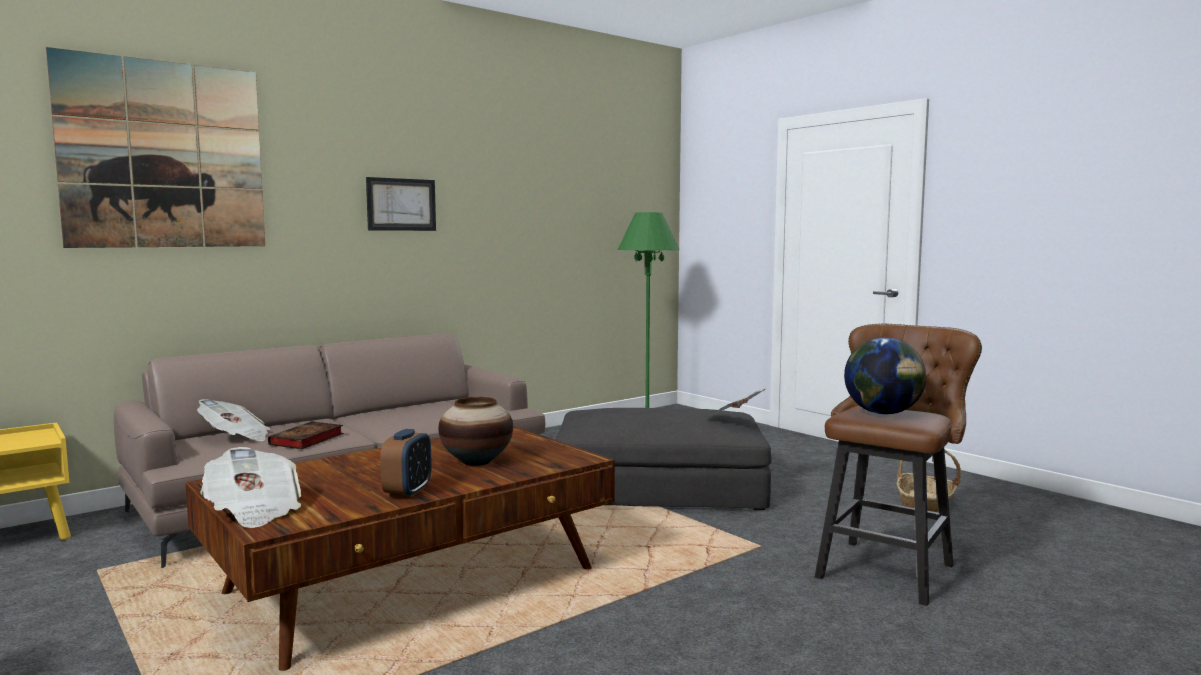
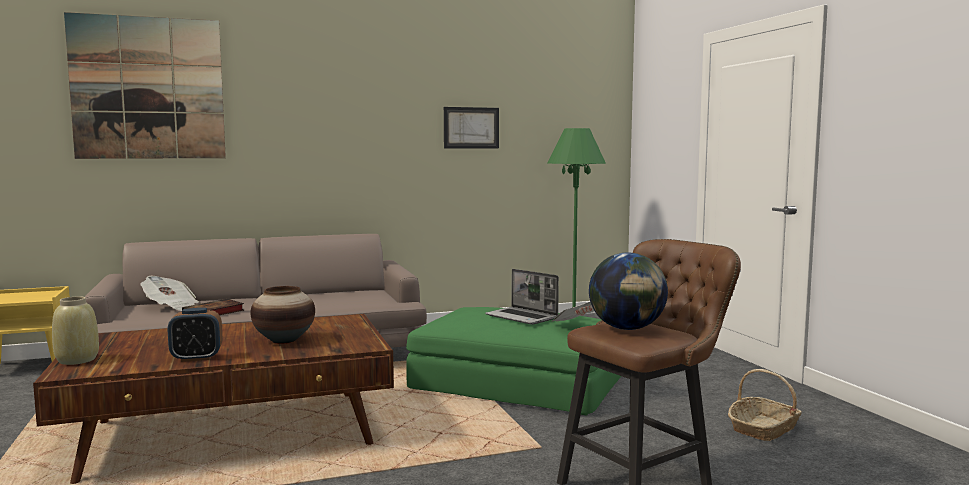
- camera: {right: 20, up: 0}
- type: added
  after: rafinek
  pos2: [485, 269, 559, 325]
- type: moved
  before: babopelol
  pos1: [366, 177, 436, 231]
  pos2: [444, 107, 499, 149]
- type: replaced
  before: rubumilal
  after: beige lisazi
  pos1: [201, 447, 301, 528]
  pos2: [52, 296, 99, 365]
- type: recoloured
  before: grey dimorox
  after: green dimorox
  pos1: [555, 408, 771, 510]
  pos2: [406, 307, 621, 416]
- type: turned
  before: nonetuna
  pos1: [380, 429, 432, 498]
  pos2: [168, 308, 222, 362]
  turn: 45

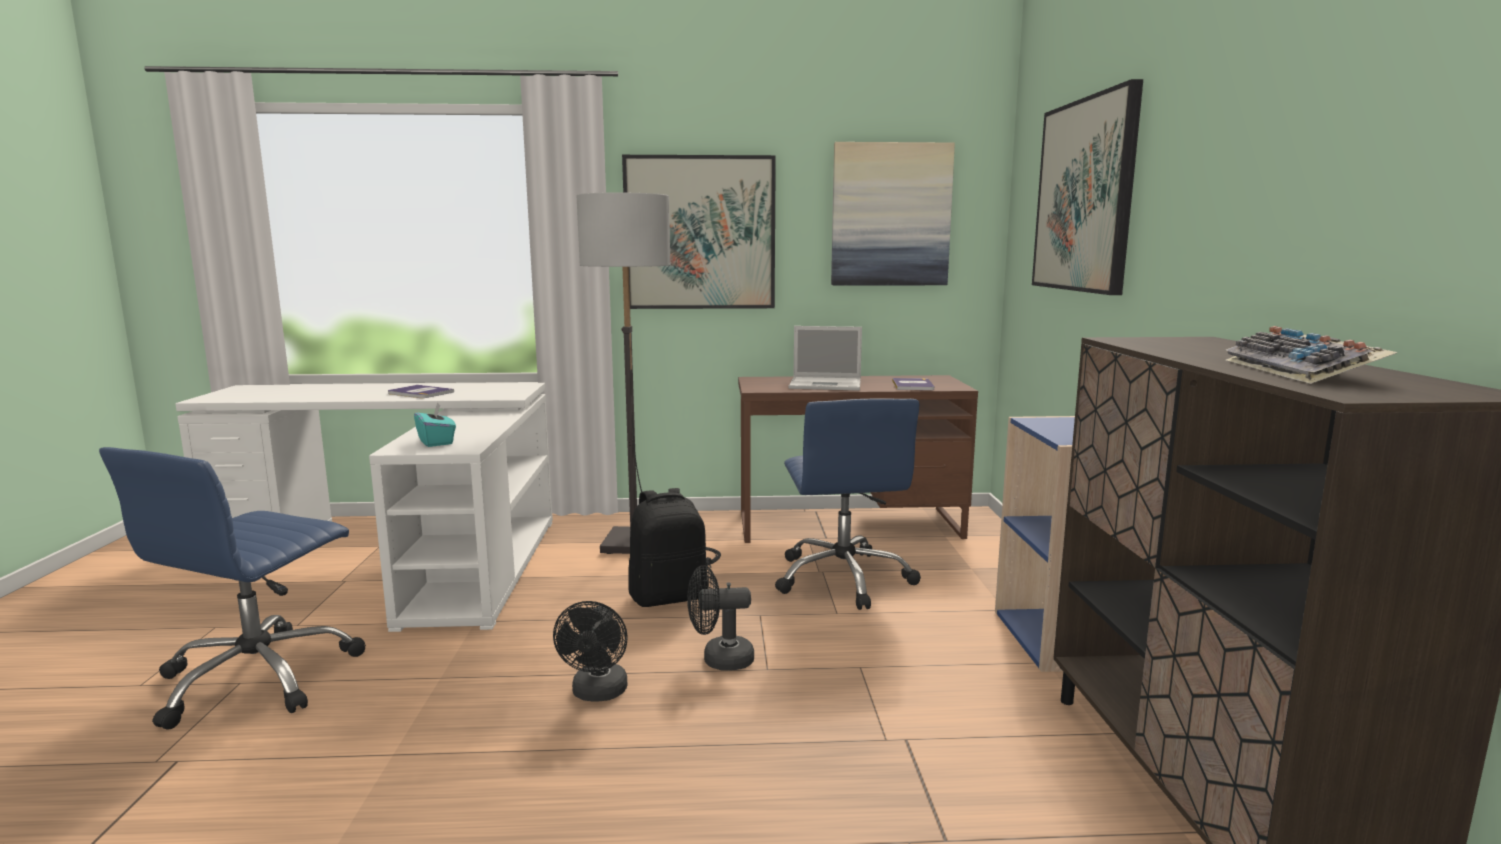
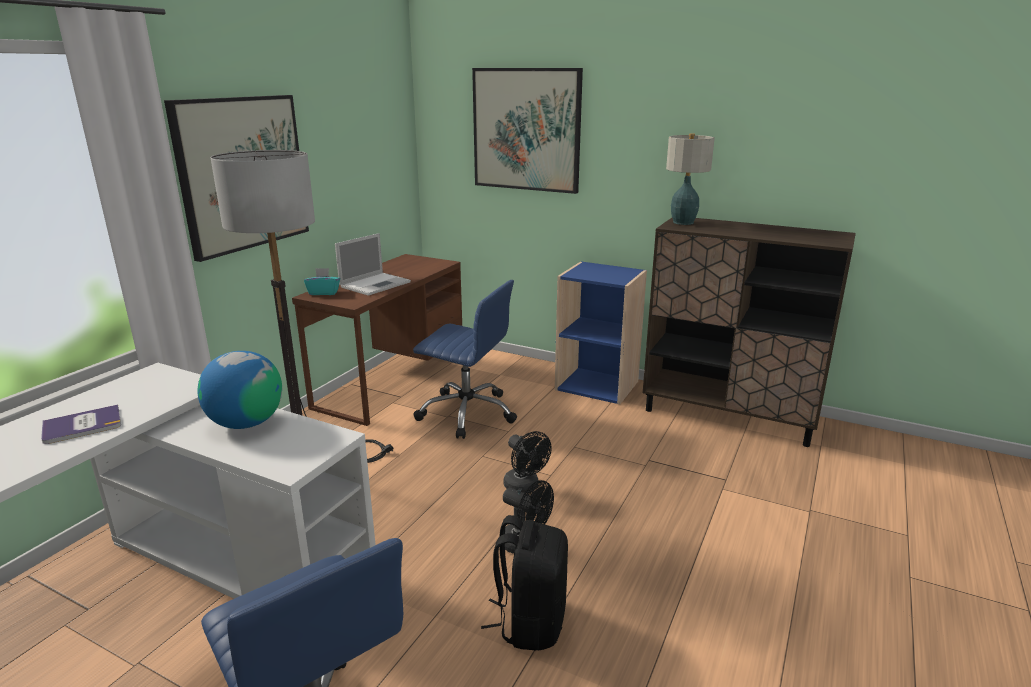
- camera: {right: -60, up: 10}
- type: removed
  before: babopelol
  pos1: [831, 142, 955, 286]
- type: removed
  before: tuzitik
  pos1: [892, 378, 934, 390]
- type: removed
  before: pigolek
  pos1: [1226, 326, 1397, 384]
- type: added
  after: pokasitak
  pos2: [198, 351, 282, 429]
- type: added
  after: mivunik
  pos2: [666, 133, 715, 225]
- type: moved
  before: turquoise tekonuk
  pos1: [414, 402, 456, 447]
  pos2: [304, 268, 340, 295]
- type: moved
  before: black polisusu
  pos1: [628, 488, 708, 607]
  pos2: [481, 515, 568, 650]
- type: turned
  before: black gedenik
  pos1: [687, 565, 754, 671]
  pos2: [504, 431, 552, 493]
  turn: -60

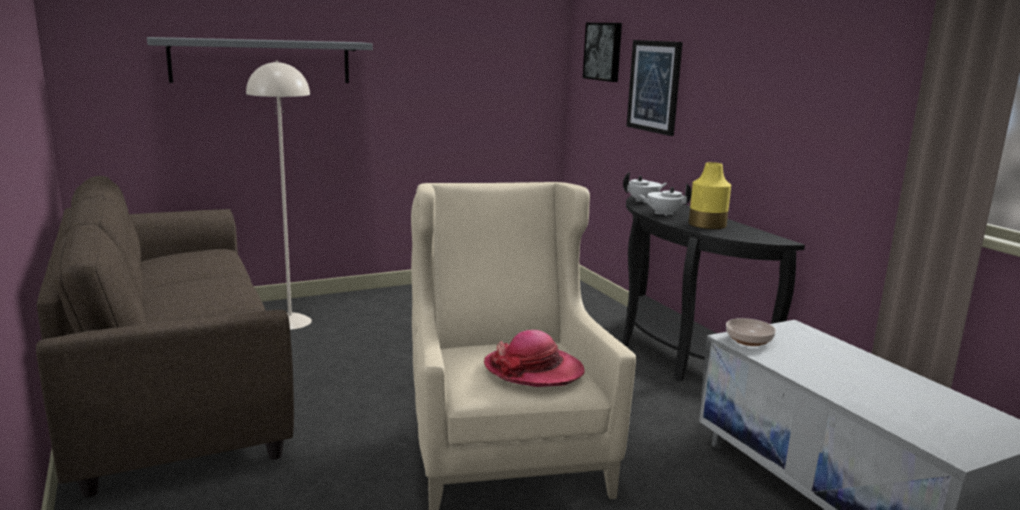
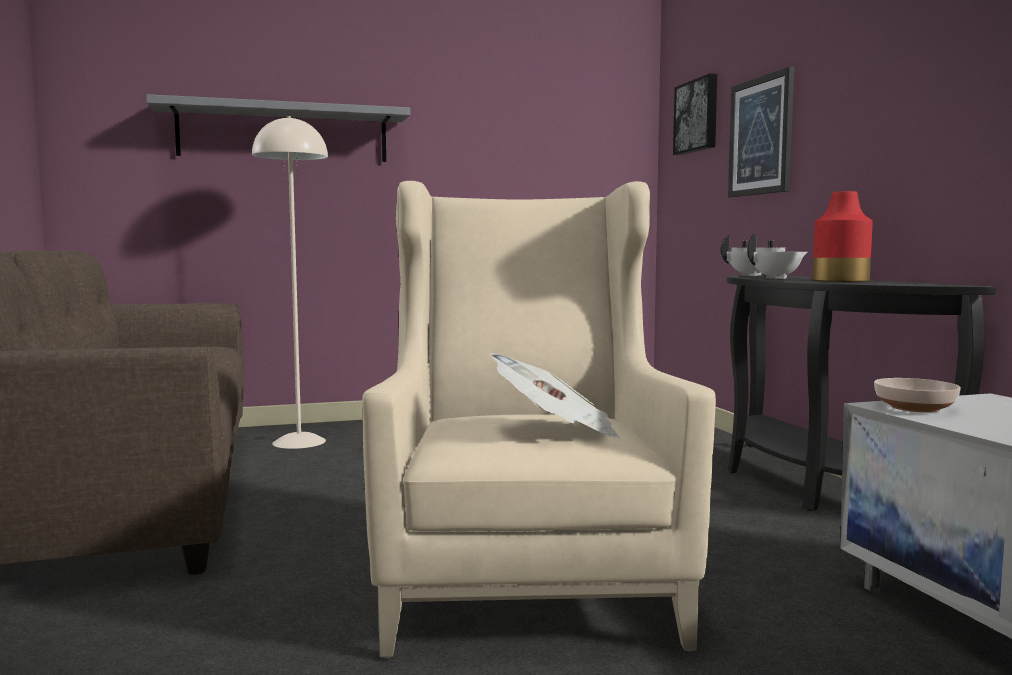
- camera: {right: 10, up: -10}
- type: replaced
  before: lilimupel
  after: rubumilal
  pos1: [484, 330, 585, 387]
  pos2: [489, 353, 620, 438]
- type: recoloured
  before: yellow lisazi
  after: red lisazi
  pos1: [689, 162, 731, 229]
  pos2: [812, 191, 873, 282]
- type: turned
  before: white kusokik
  pos1: [638, 183, 692, 216]
  pos2: [747, 233, 808, 279]
  turn: 150

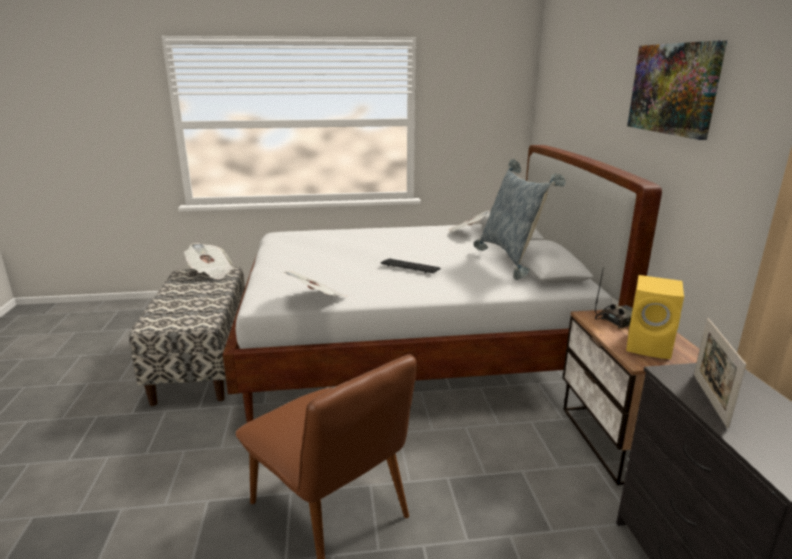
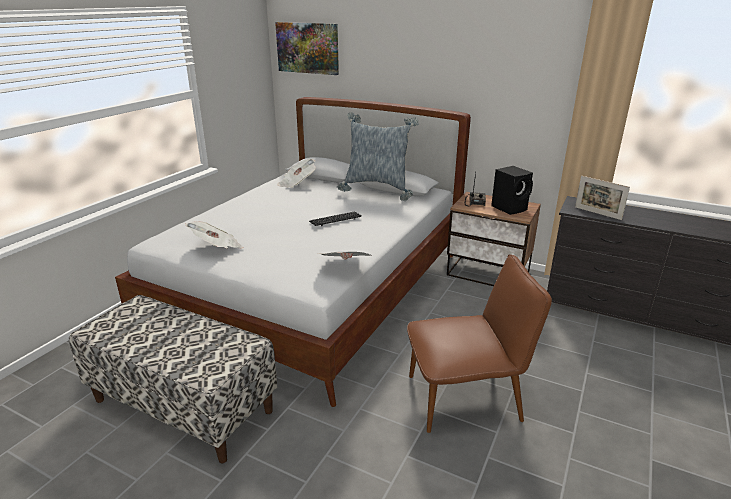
- camera: {right: -55, up: 5}
- type: moved
  before: rubumilal
  pos1: [184, 243, 234, 279]
  pos2: [185, 222, 244, 248]
- type: moved
  before: babopelol
  pos1: [627, 40, 727, 140]
  pos2: [275, 22, 339, 75]
- type: recoloured
  before: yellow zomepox
  after: black zomepox
  pos1: [626, 275, 684, 359]
  pos2: [491, 166, 533, 215]

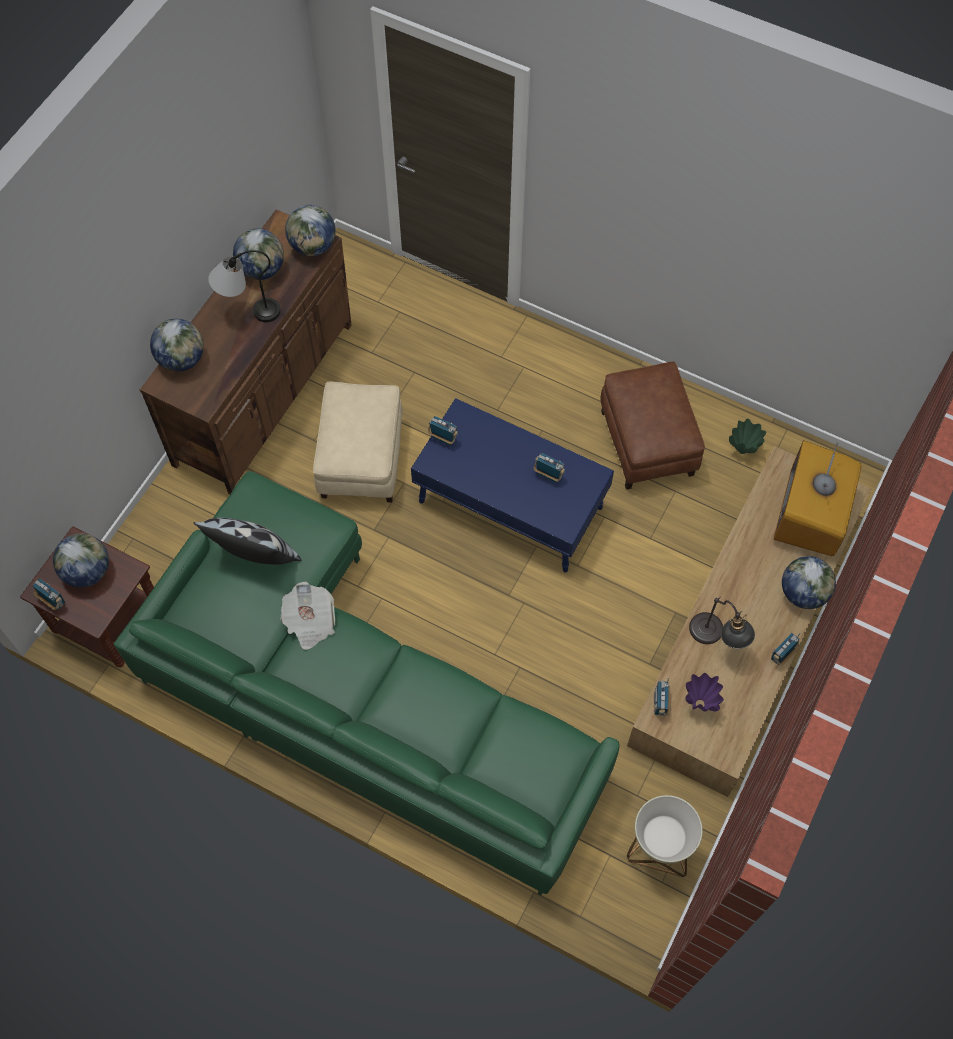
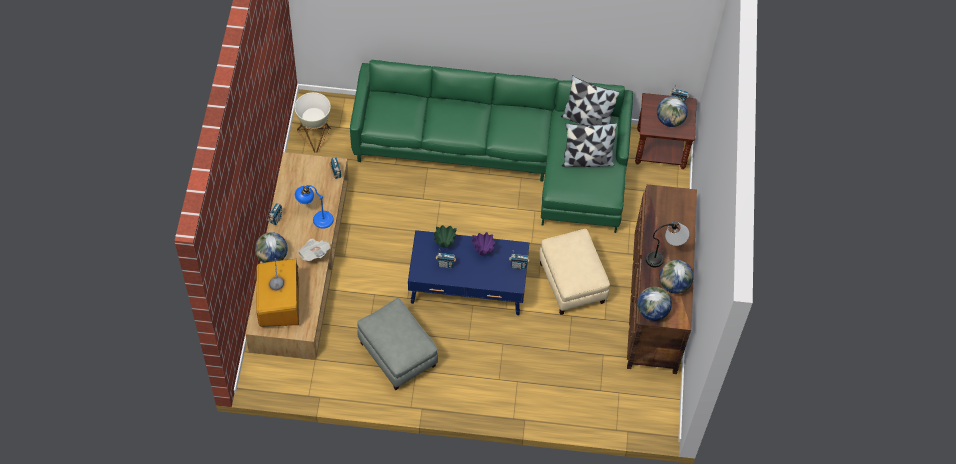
- camera: {right: 155, up: -5}
- type: removed
  before: pokasitak
  pos1: [150, 319, 204, 372]
- type: added
  after: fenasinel
  pos2: [561, 75, 620, 125]
- type: moved
  before: rubumilal
  pos1: [280, 582, 335, 650]
  pos2: [298, 239, 331, 261]
- type: moved
  before: purple lisazi
  pos1: [686, 673, 724, 712]
  pos2: [472, 232, 496, 255]
- type: moved
  before: green lisazi
  pos1: [729, 419, 767, 454]
  pos2: [434, 225, 457, 248]
- type: recoloured
  before: brown dimorox
  after: grey dimorox
  pos1: [600, 362, 705, 490]
  pos2: [357, 298, 438, 390]
- type: recoloured
  before: grey mivunik
  after: blue mivunik
  pos1: [689, 597, 755, 649]
  pos2: [295, 185, 334, 229]

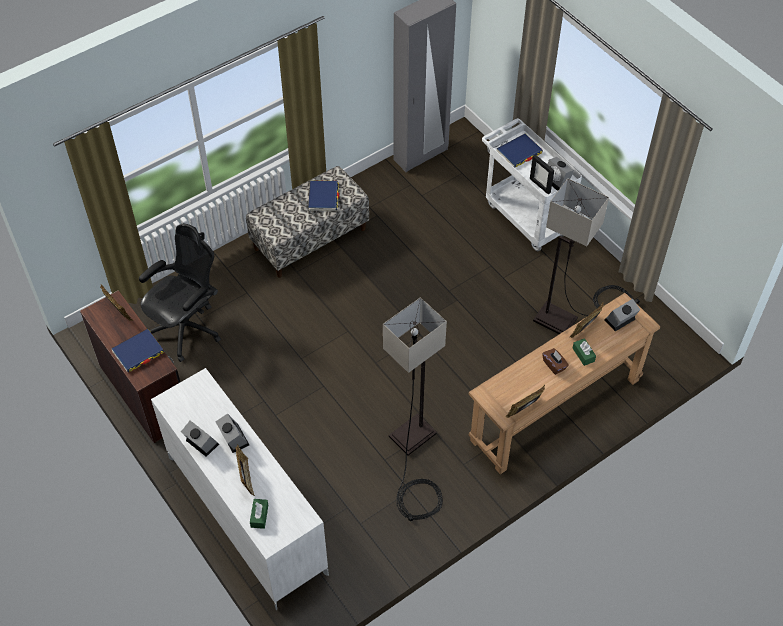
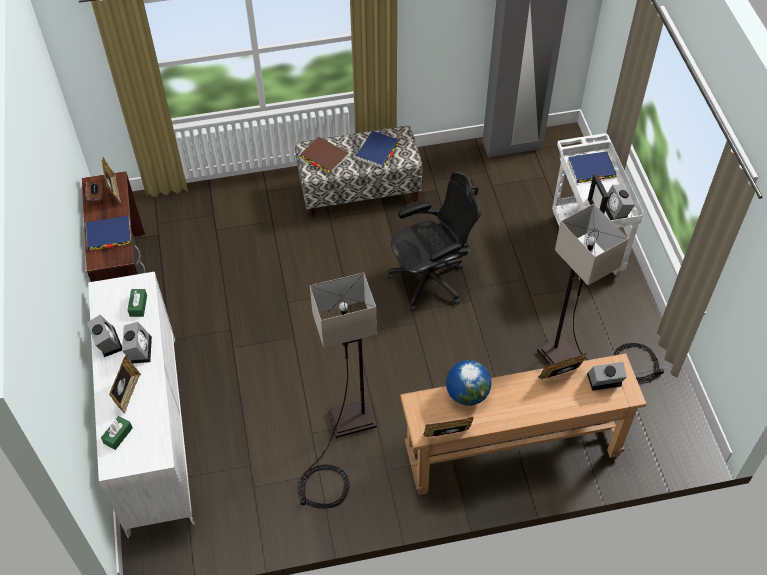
- camera: {right: 25, up: 0}
- type: added
  after: brown tuzitik
  pos2: [300, 137, 349, 174]
- type: added
  after: pokasitak
  pos2: [446, 360, 491, 406]
- type: moved
  before: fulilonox
  pos1: [139, 223, 221, 362]
  pos2: [388, 171, 481, 311]
- type: moved
  before: brown tekonuk
  pos1: [542, 348, 569, 375]
  pos2: [86, 180, 103, 205]
- type: moved
  before: green tekonuk
  pos1: [573, 338, 596, 366]
  pos2: [128, 289, 147, 317]

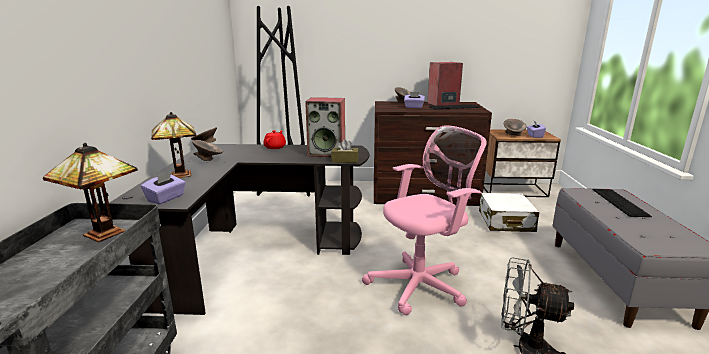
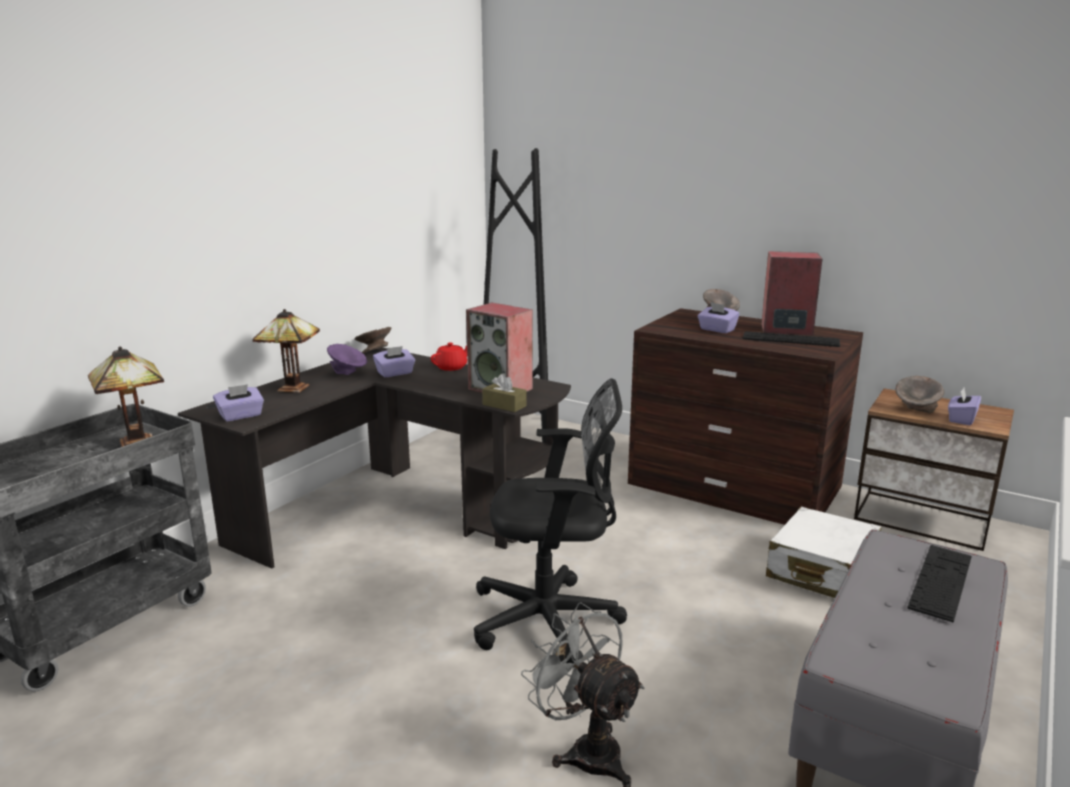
- camera: {right: 30, up: 0}
- type: added
  after: purple tekonuk
  pos2: [373, 346, 415, 377]
- type: recoloured
  before: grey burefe
  after: purple burefe
  pos1: [192, 140, 223, 161]
  pos2: [327, 344, 367, 375]
- type: recoloured
  before: pink fulilonox
  after: black fulilonox
  pos1: [362, 125, 486, 315]
  pos2: [474, 378, 627, 664]

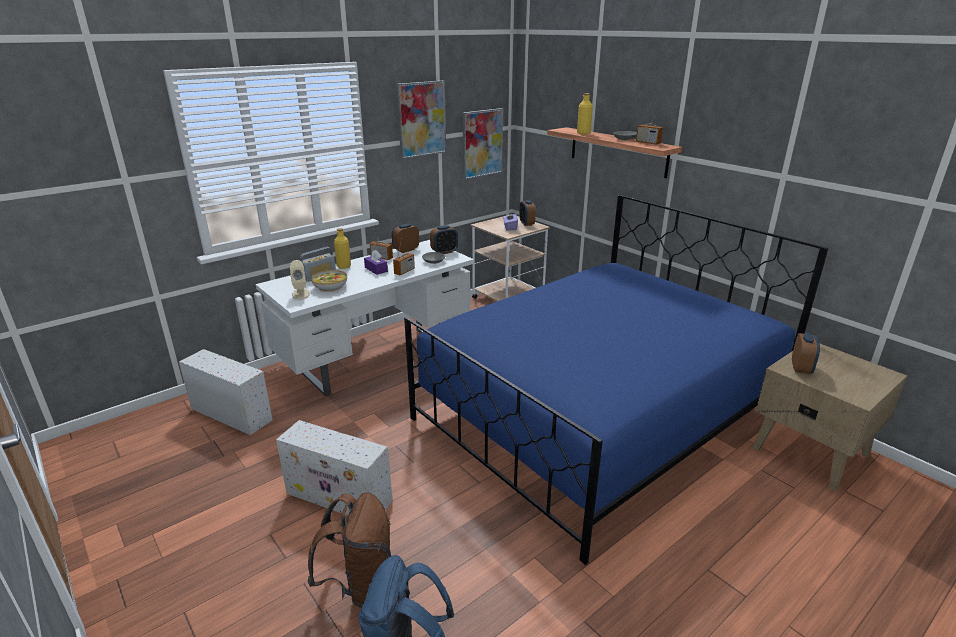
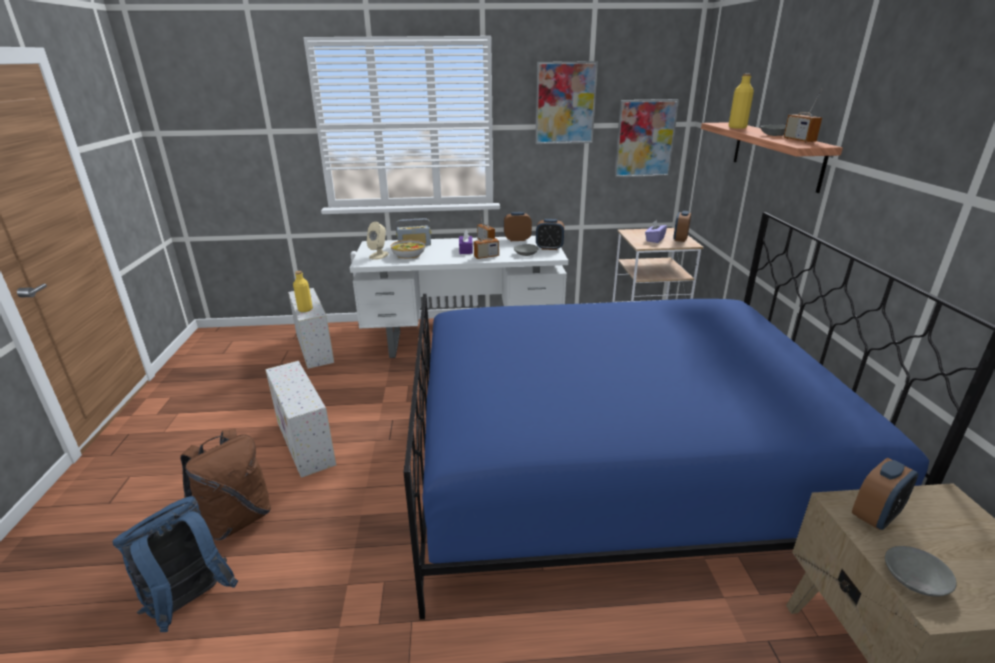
- camera: {right: 35, up: 0}
- type: added
  after: grey burefe
  pos2: [885, 546, 957, 596]
- type: moved
  before: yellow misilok
  pos1: [334, 228, 351, 269]
  pos2: [293, 271, 313, 312]

